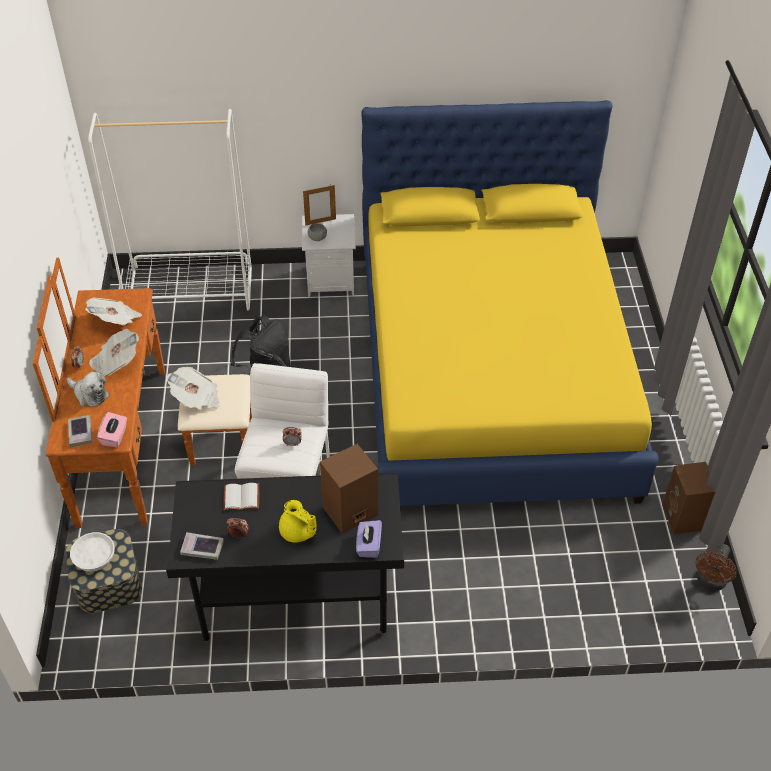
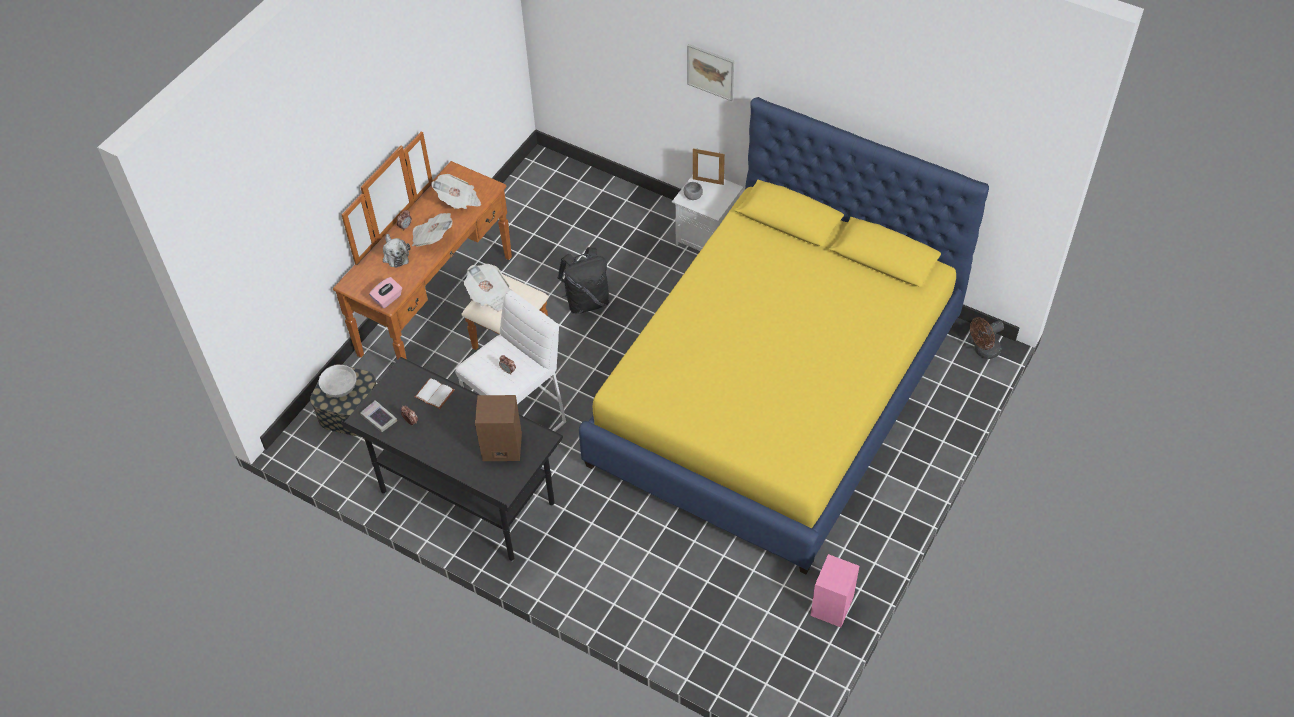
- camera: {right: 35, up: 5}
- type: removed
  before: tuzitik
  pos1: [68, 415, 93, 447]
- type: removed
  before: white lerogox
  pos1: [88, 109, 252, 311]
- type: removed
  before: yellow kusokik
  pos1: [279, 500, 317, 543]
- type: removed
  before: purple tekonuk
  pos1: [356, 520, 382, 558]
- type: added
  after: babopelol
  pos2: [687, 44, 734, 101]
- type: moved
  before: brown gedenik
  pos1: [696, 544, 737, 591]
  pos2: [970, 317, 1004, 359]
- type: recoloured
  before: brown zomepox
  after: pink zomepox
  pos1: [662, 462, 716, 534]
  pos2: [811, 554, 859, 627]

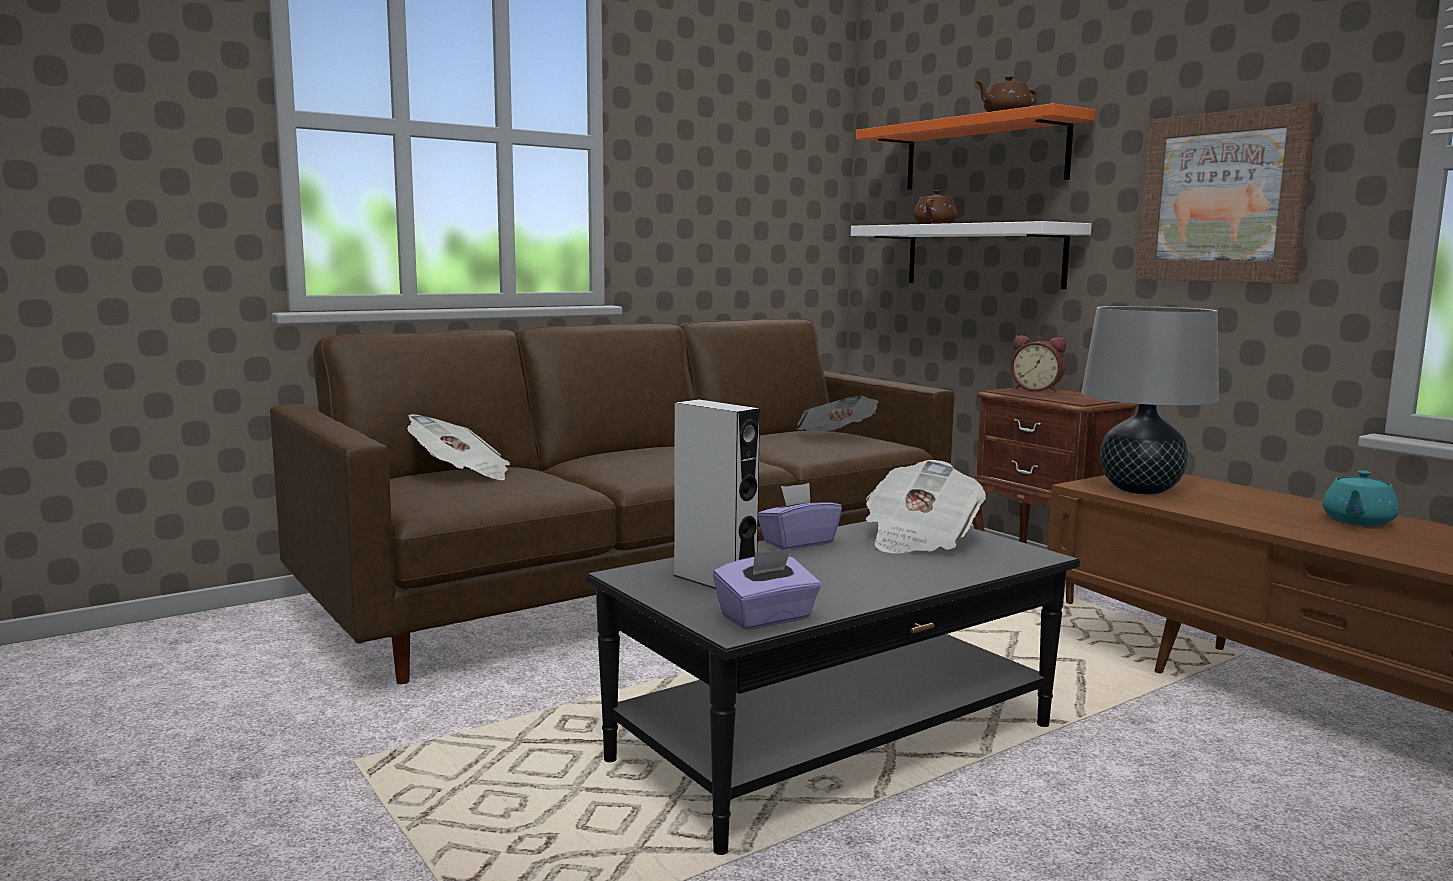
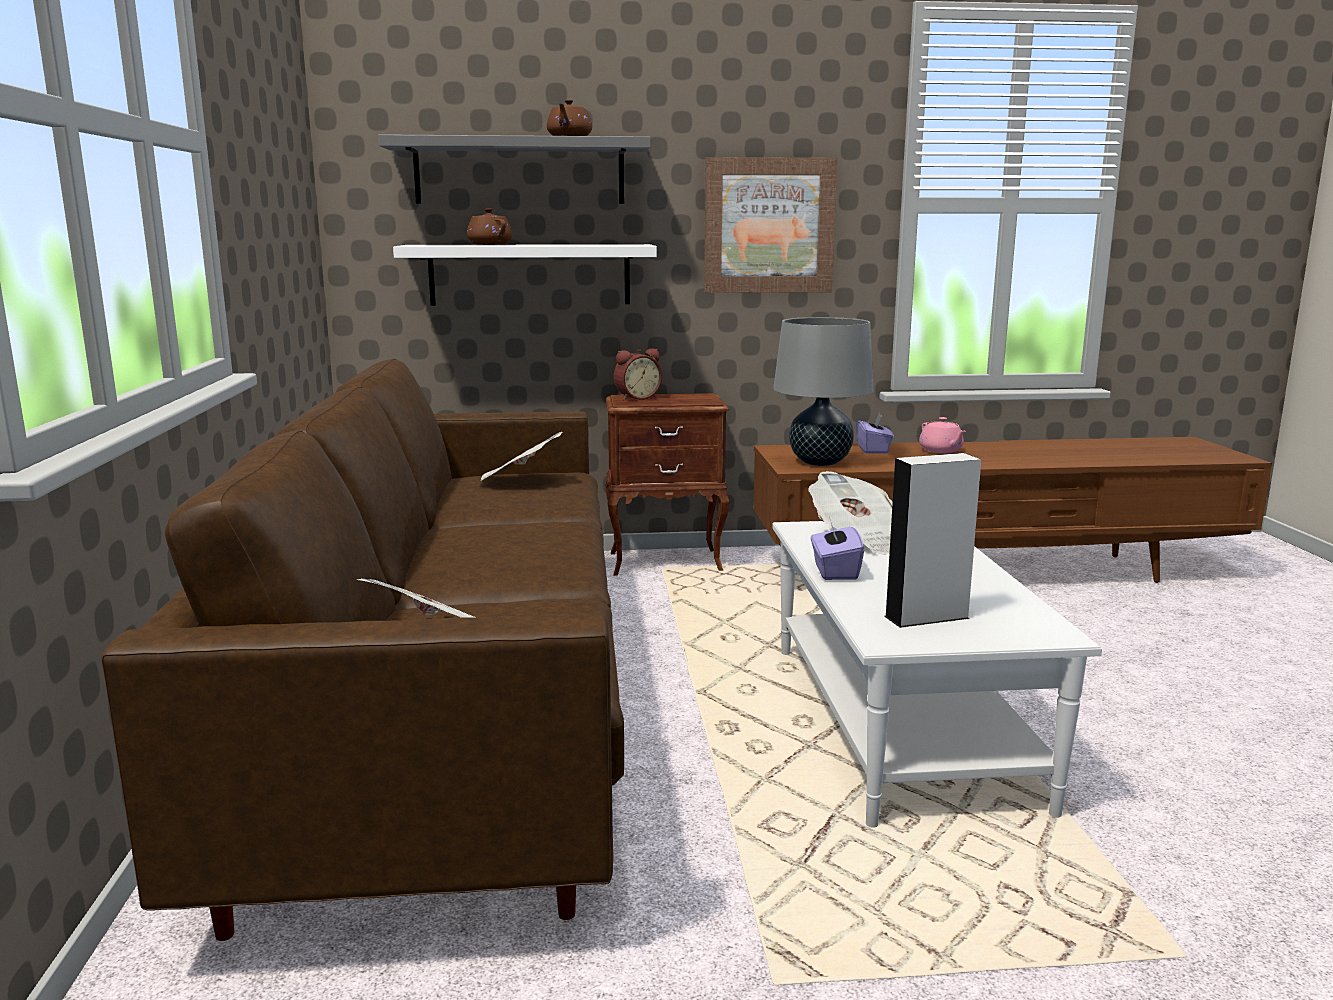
- camera: {right: -60, up: 5}
- type: moved
  before: purple tekonuk
  pos1: [713, 548, 821, 630]
  pos2: [856, 414, 894, 454]
- type: recoloured
  before: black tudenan
  after: white tudenan
  pos1: [586, 521, 1080, 855]
  pos2: [772, 521, 1102, 828]
- type: recoloured
  before: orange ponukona
  after: grey ponukona
  pos1: [856, 103, 1095, 190]
  pos2: [378, 134, 651, 204]
- type: recoloured
  before: turquoise kusokik
  after: pink kusokik
  pos1: [1322, 471, 1399, 526]
  pos2: [919, 417, 966, 453]

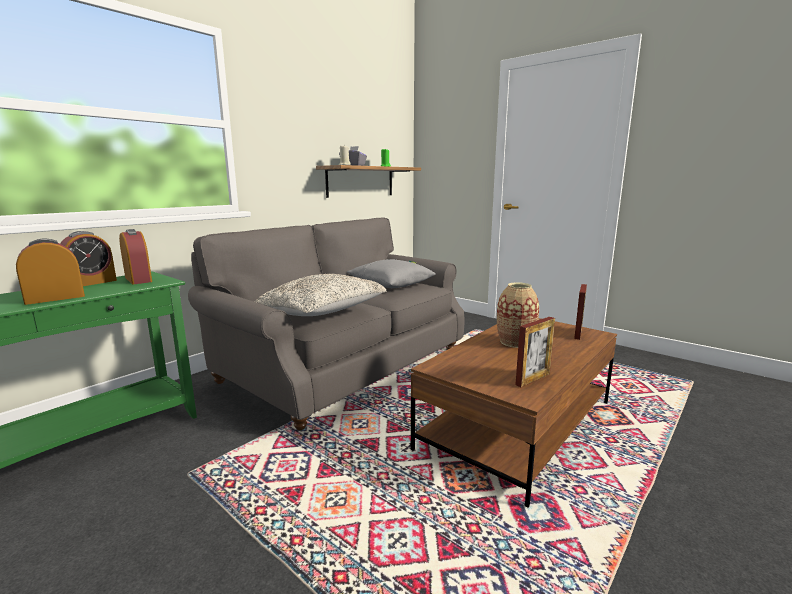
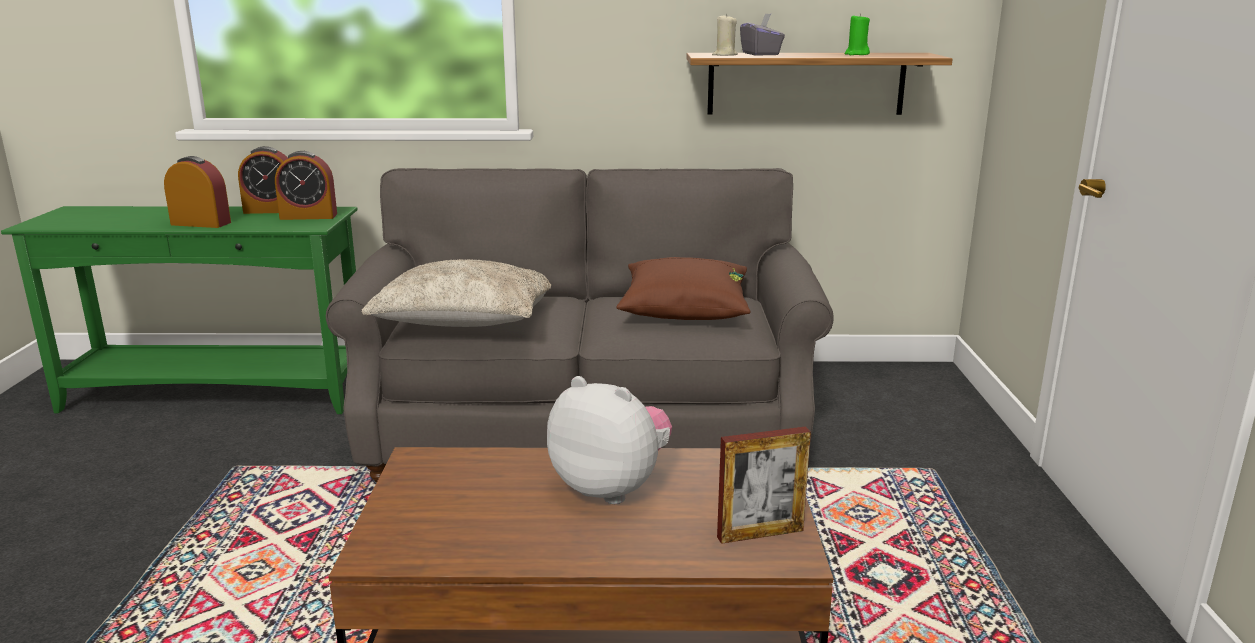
- camera: {right: 50, up: 5}
- type: removed
  before: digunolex
  pos1: [515, 317, 555, 387]
- type: replaced
  before: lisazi
  after: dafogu
  pos1: [497, 282, 539, 348]
  pos2: [547, 376, 672, 504]
- type: recoloured
  before: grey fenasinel
  after: brown fenasinel
  pos1: [347, 259, 436, 288]
  pos2: [616, 257, 751, 320]
- type: turned
  before: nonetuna
  pos1: [119, 229, 152, 285]
  pos2: [275, 151, 337, 220]
  turn: 75

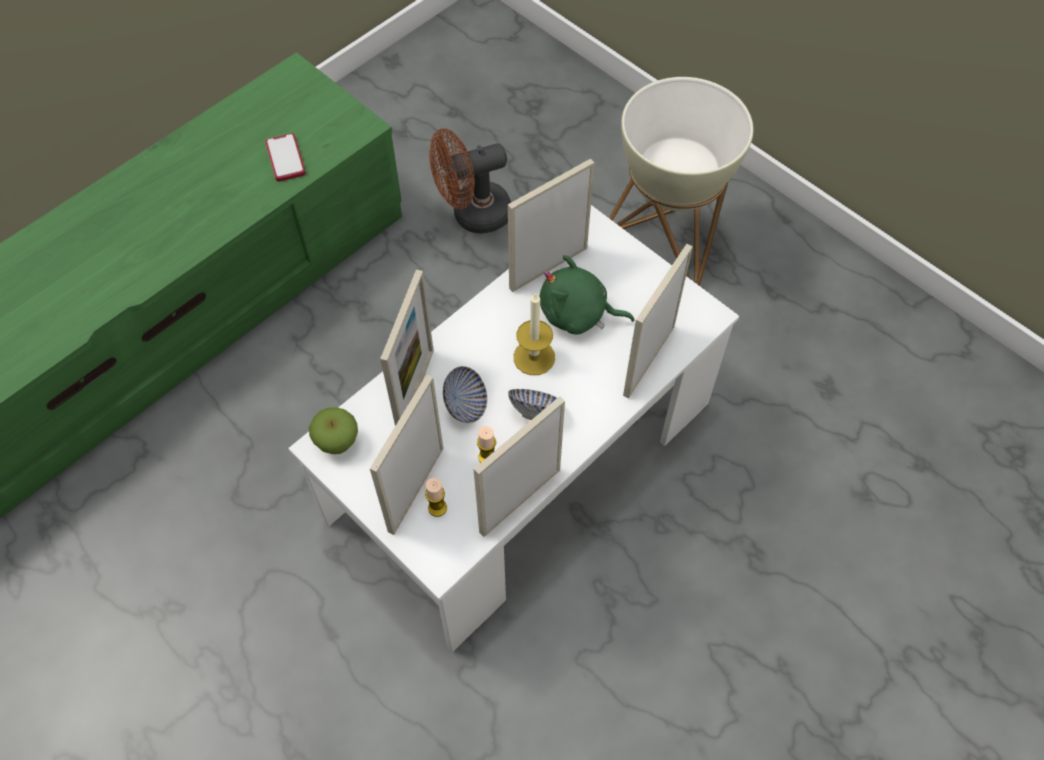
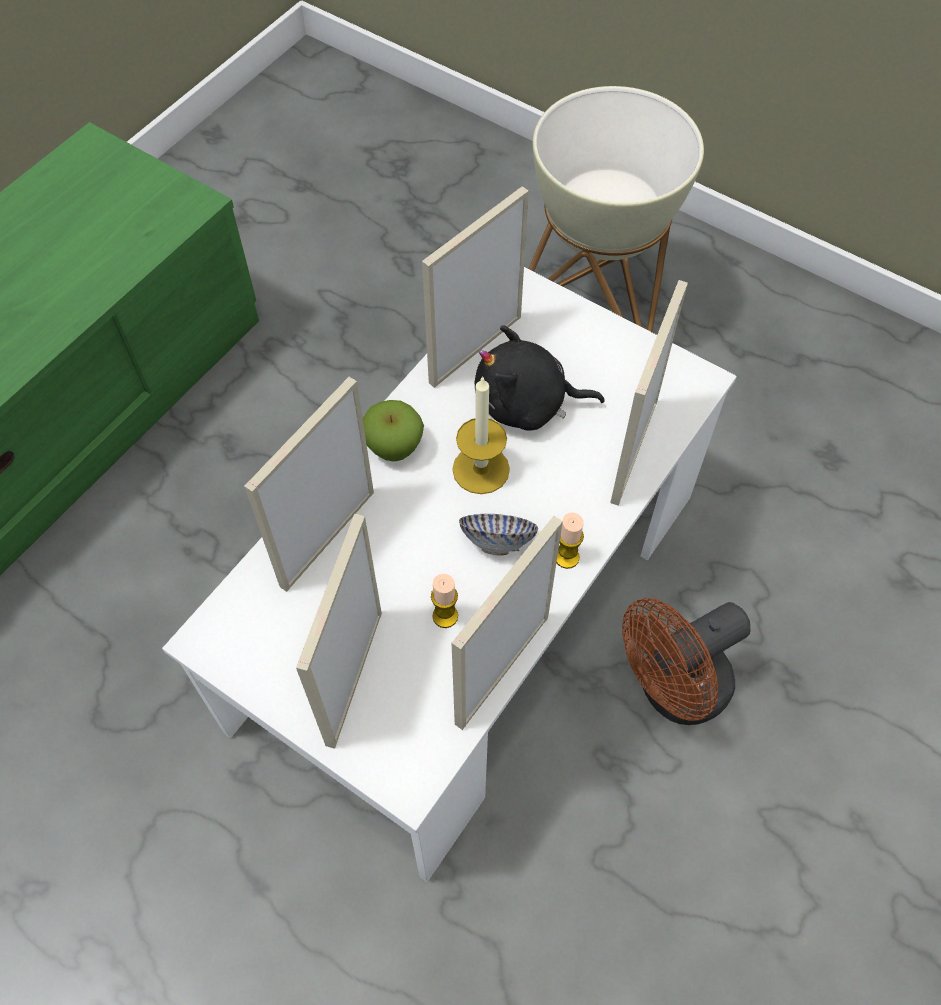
- camera: {right: -10, up: 0}
- type: removed
  before: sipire
  pos1: [265, 133, 306, 182]
- type: removed
  before: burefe
  pos1: [443, 366, 487, 423]
- type: moved
  before: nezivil
  pos1: [309, 407, 358, 454]
  pos2: [363, 400, 424, 462]
- type: moved
  before: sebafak
  pos1: [425, 478, 447, 517]
  pos2: [557, 513, 584, 569]
- type: moved
  before: brown gedenik
  pos1: [429, 128, 511, 234]
  pos2: [622, 598, 751, 725]
- type: recoloured
  before: green dafogu
  after: black dafogu
  pos1: [540, 255, 635, 334]
  pos2: [475, 325, 604, 431]
- type: turned
  before: digunolex
  pos1: [380, 270, 434, 426]
  pos2: [244, 377, 374, 592]
  turn: -150

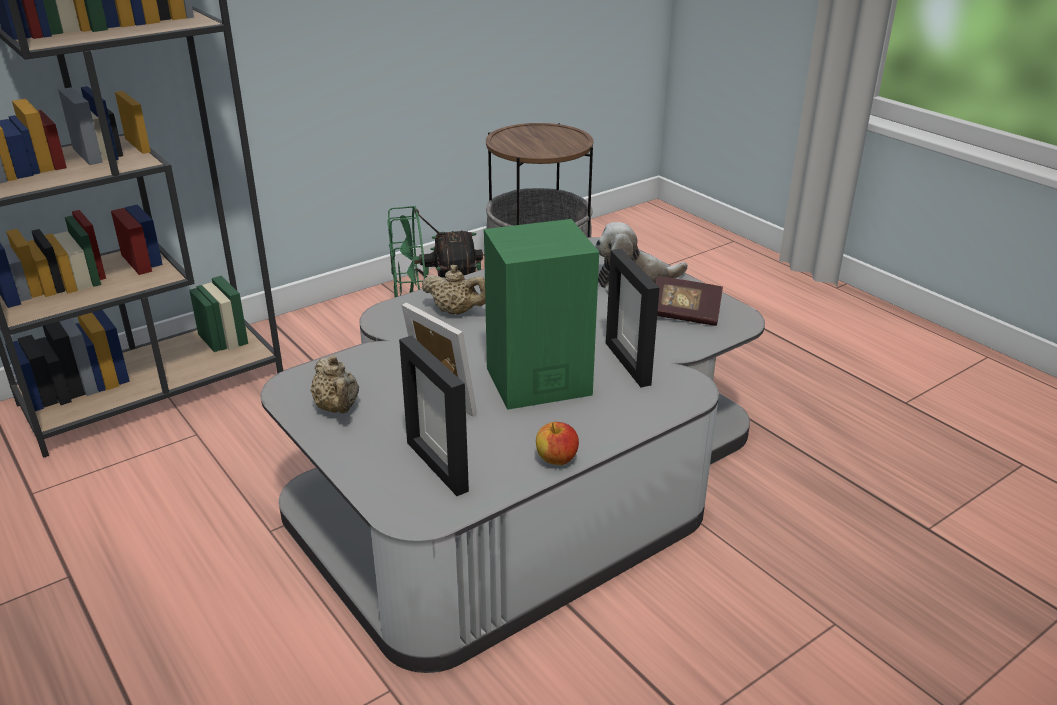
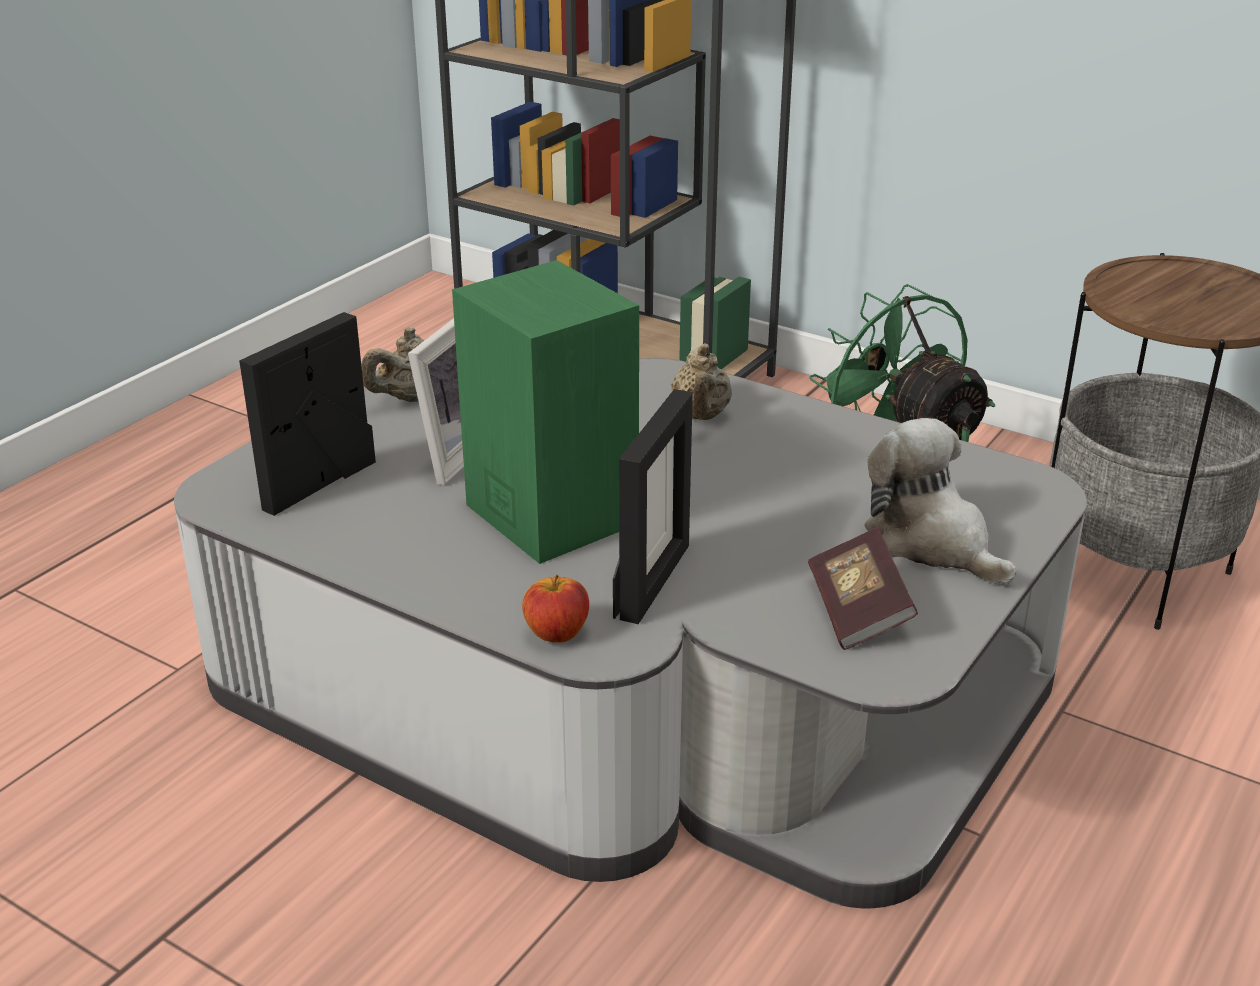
- camera: {right: 70, up: 0}
- type: moved
  before: nezivil
  pos1: [536, 422, 579, 465]
  pos2: [522, 574, 589, 643]
- type: turned
  before: digunolex
  pos1: [606, 249, 660, 387]
  pos2: [613, 389, 693, 624]
  turn: 150

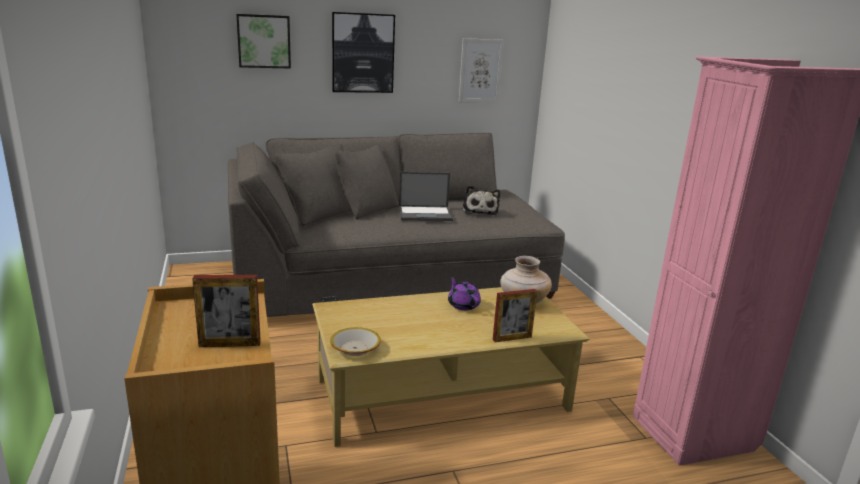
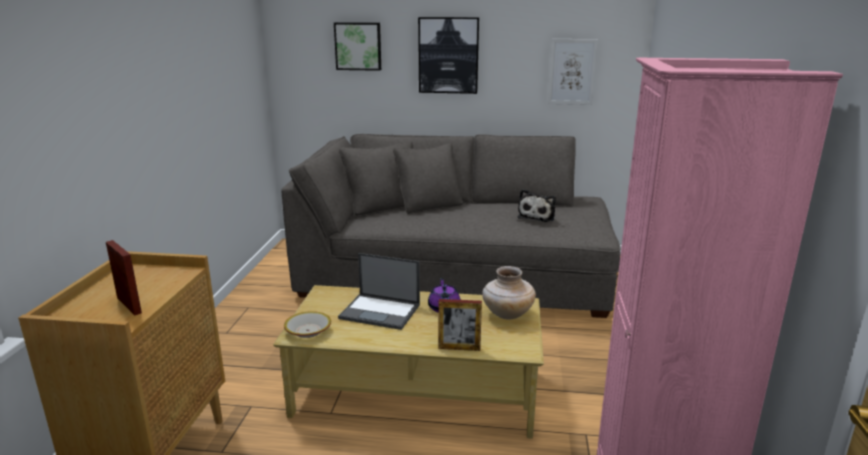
- camera: {right: 25, up: 0}
- type: moved
  before: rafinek
  pos1: [399, 172, 453, 221]
  pos2: [338, 253, 420, 330]
- type: turned
  before: digunolex
  pos1: [192, 275, 261, 347]
  pos2: [106, 240, 142, 315]
  turn: -150

